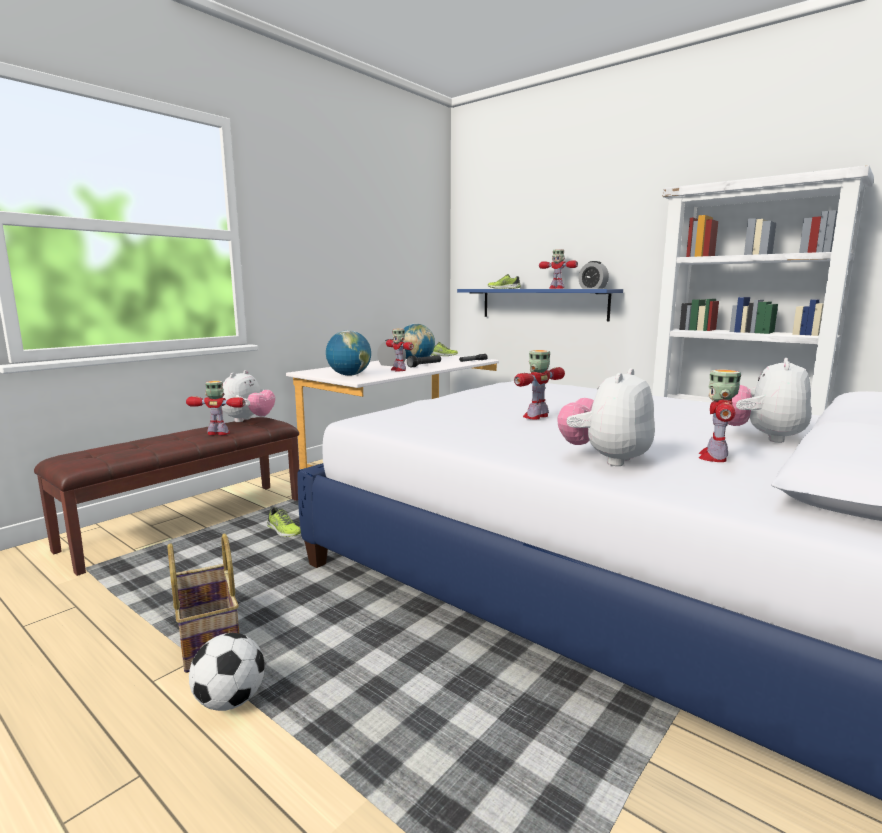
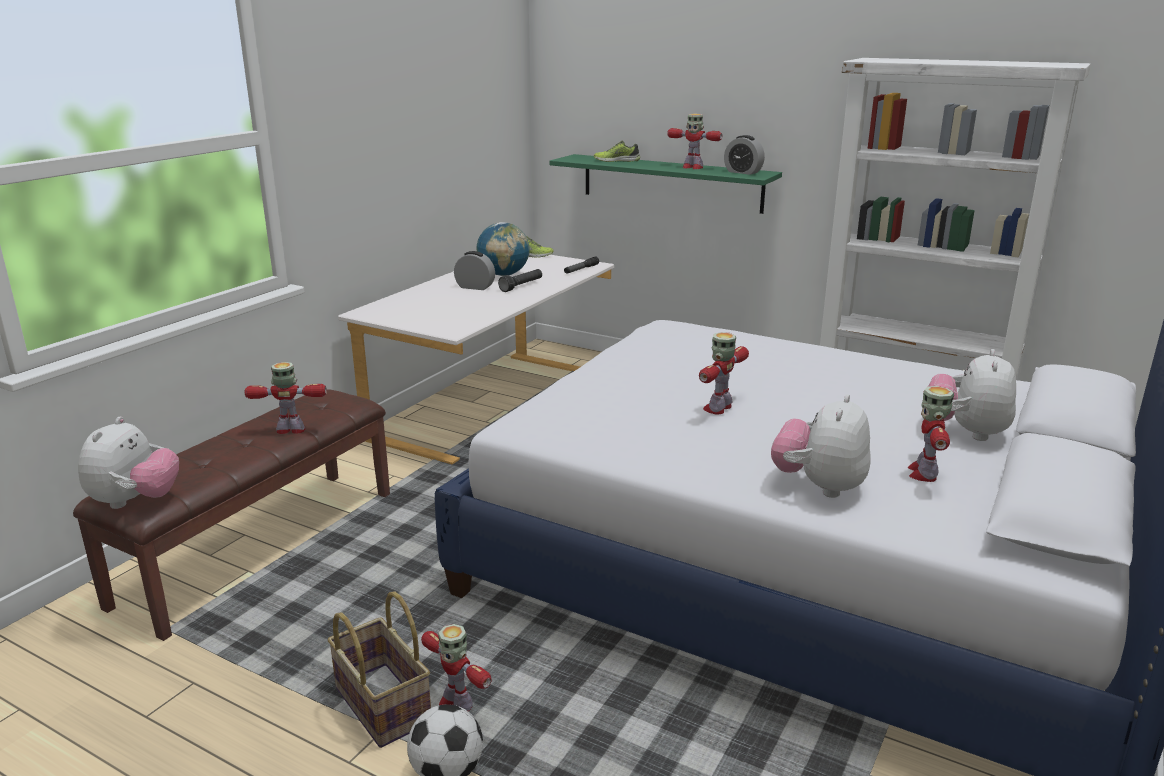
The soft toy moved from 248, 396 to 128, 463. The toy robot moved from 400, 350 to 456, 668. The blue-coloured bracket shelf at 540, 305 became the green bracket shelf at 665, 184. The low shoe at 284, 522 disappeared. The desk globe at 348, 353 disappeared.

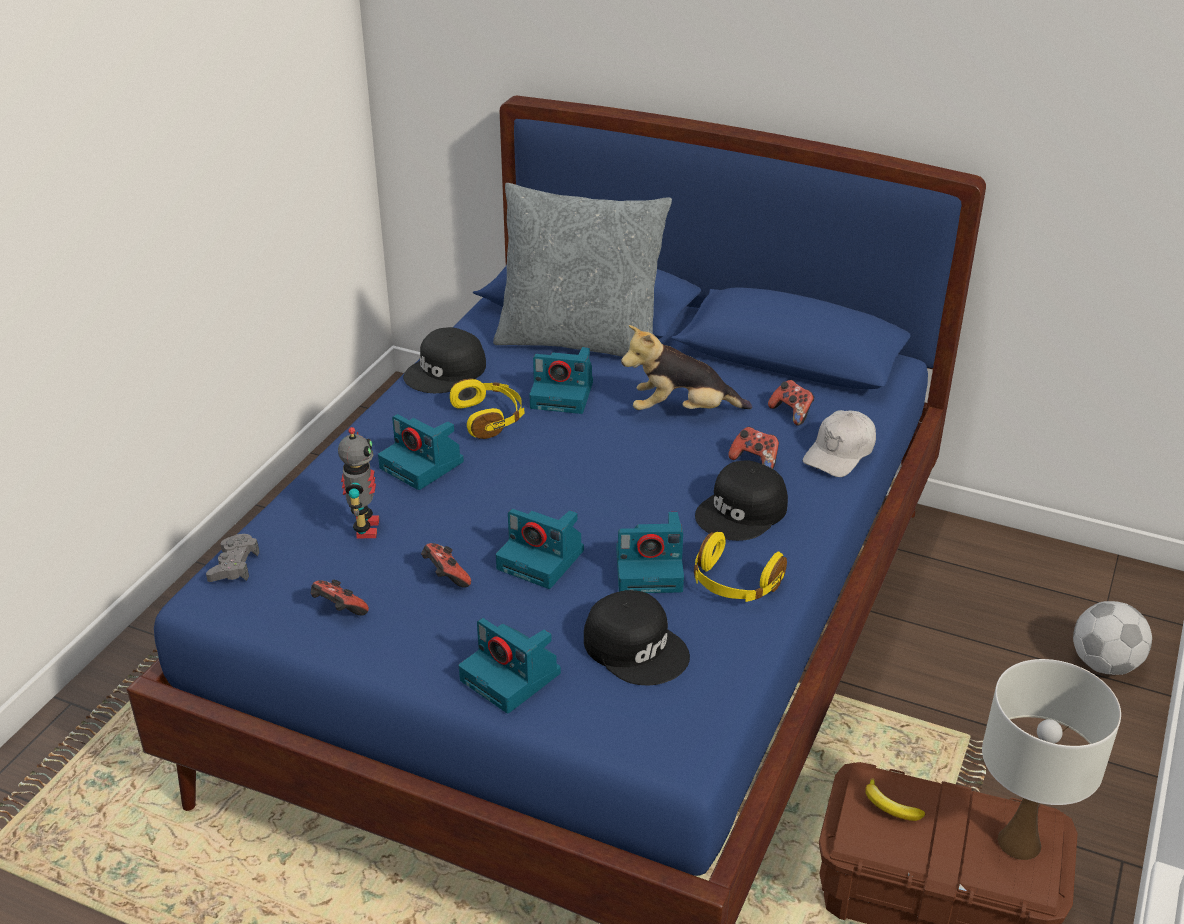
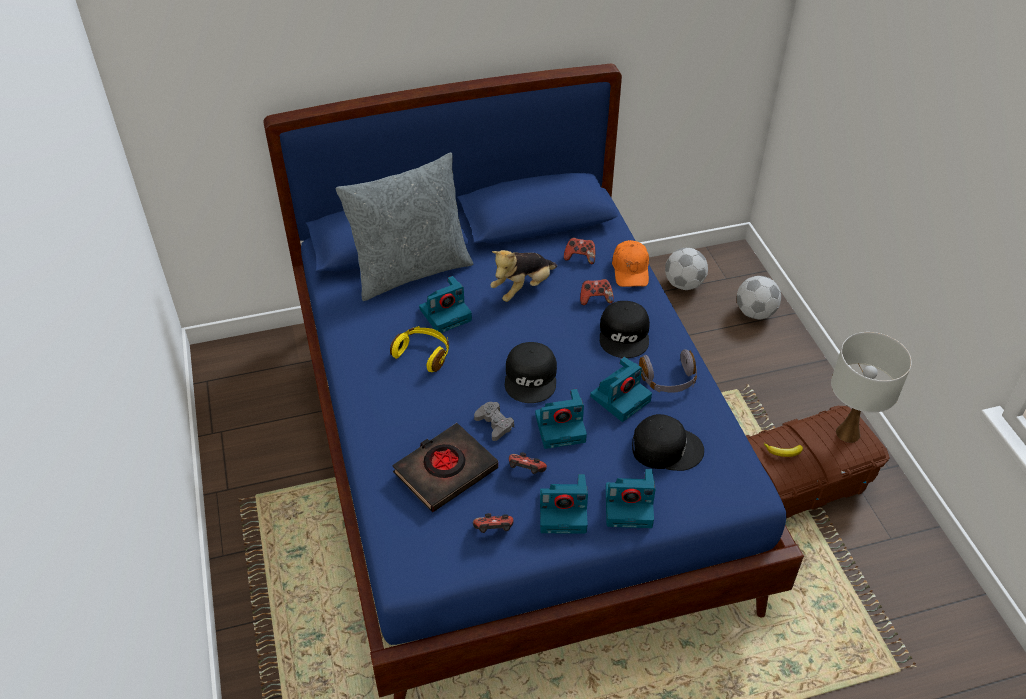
The toy robot at 358, 482 was replaced by the black bound book at 445, 467. The greyish joypad moved from 232, 558 to 494, 421. The black cap moved from 444, 360 to 531, 372. The photo camera moved from 421, 452 to 564, 503. The white-coloured cap at 839, 443 became the orangey cap at 630, 263. The yellow pair of headphones at 740, 567 became the greyish pair of headphones at 668, 371. The ball for football at 686, 269 appeared.

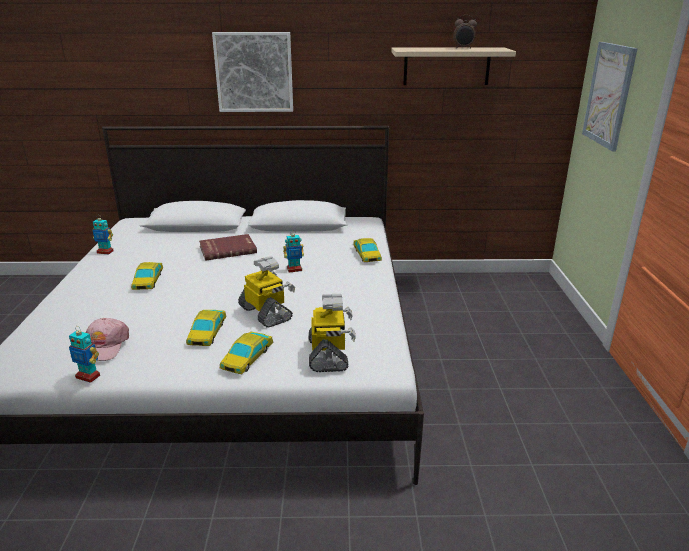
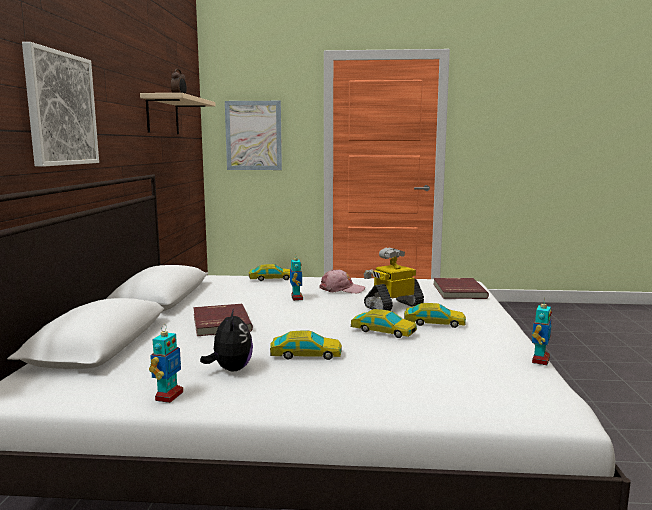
The soft toy at 226, 339 appeared. The pinkish cap moved from 107, 339 to 342, 281. The miniature car moved from 246, 353 to 384, 323. The toy robot at 332, 333 was replaced by the red bound book at 461, 288.

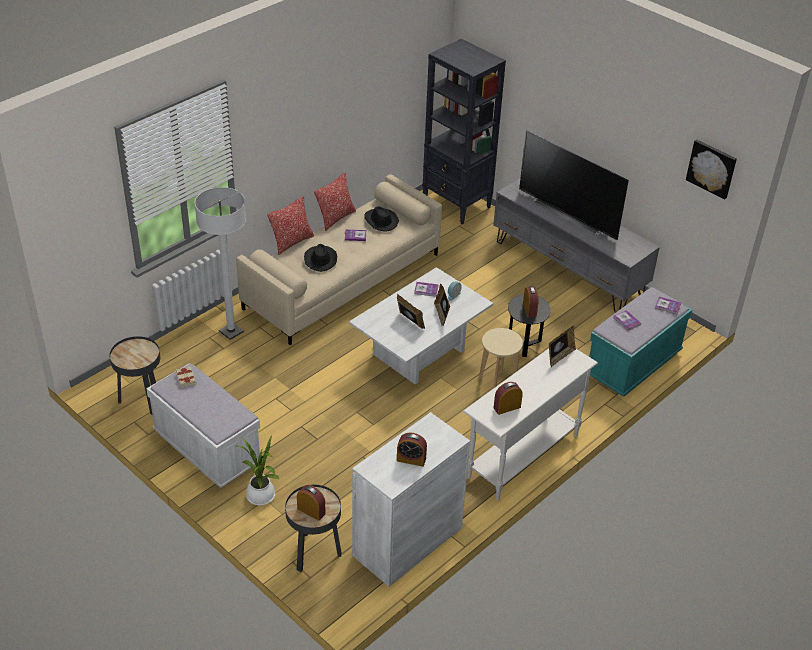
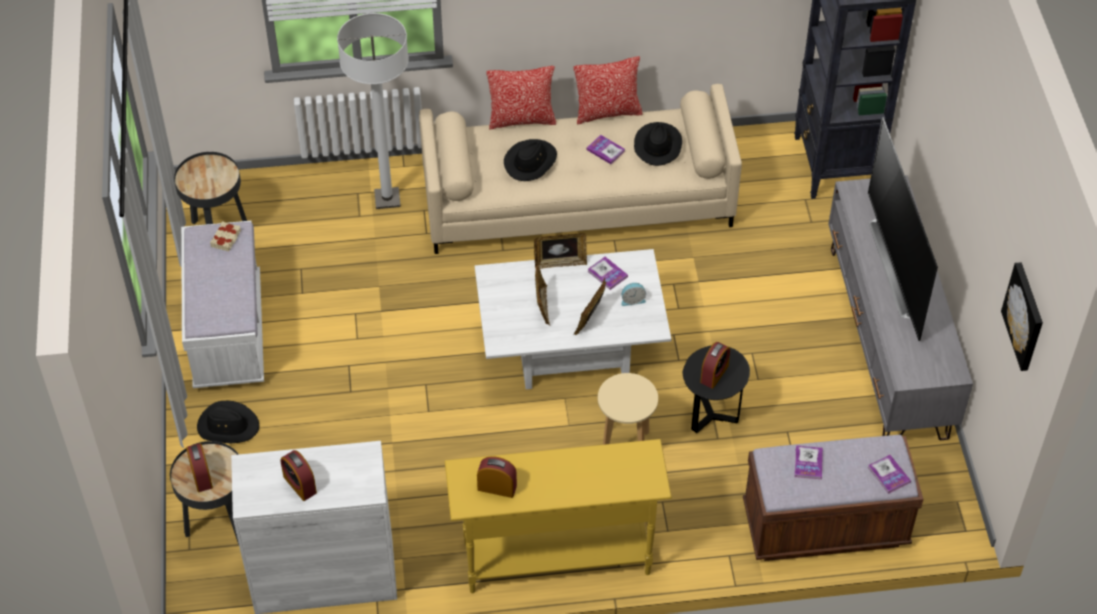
The houseplant at 258, 470 was replaced by the black clothing hat at 228, 422. The white-coloured console table at 530, 424 became the yellow console table at 558, 516. The picture frame moved from 562, 346 to 560, 251. The turquoise-coloured indoor bench at 640, 342 became the brown indoor bench at 833, 498.

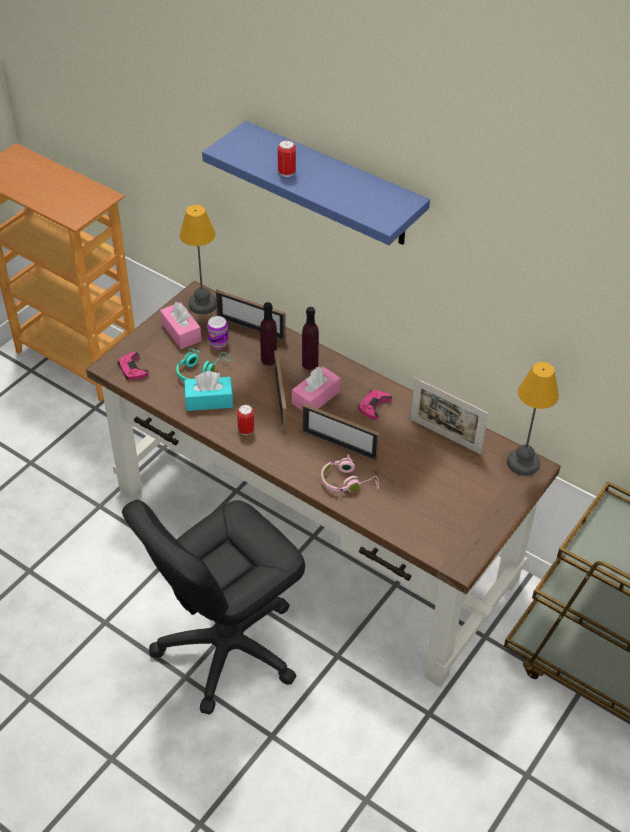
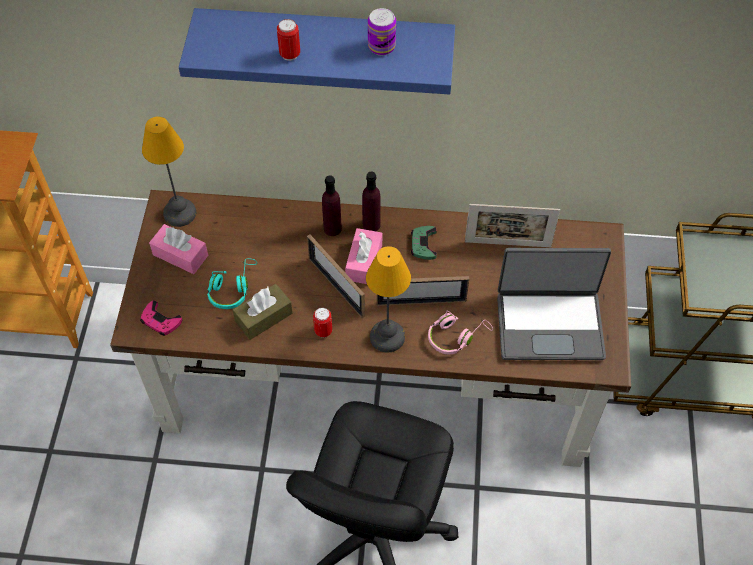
The turquoise-coloured box of tissues at 208, 391 became the brown box of tissues at 263, 312. The purple bottle moved from 268, 333 to 371, 201. The lamp for a table moved from 533, 419 to 388, 299. The metal can moved from 218, 332 to 382, 31. The pinkish joypad at 375, 405 became the green joypad at 424, 243. The notebook computer at 554, 304 appeared. The picture frame at 250, 315 disappeared.

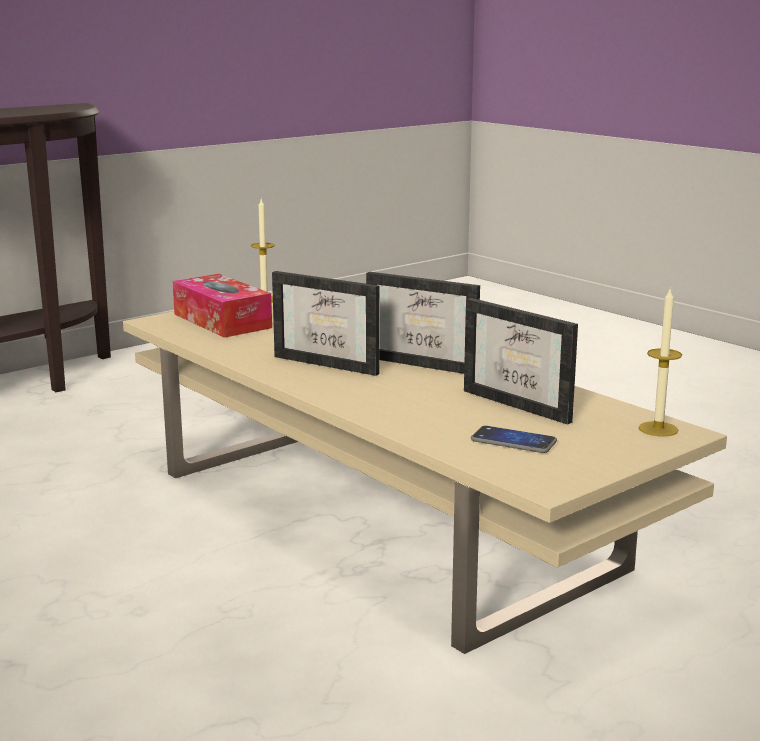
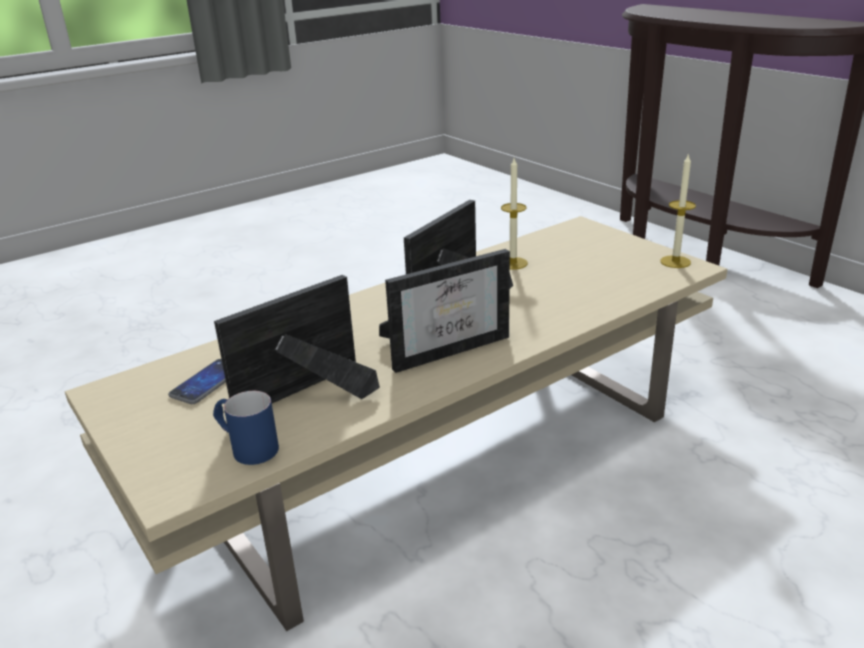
The blue-coloured mug at 246, 428 appeared. The picture frame at 423, 323 turned 150 degrees counterclockwise. The candle moved from 660, 363 to 514, 214. The box of tissues at 222, 306 disappeared.

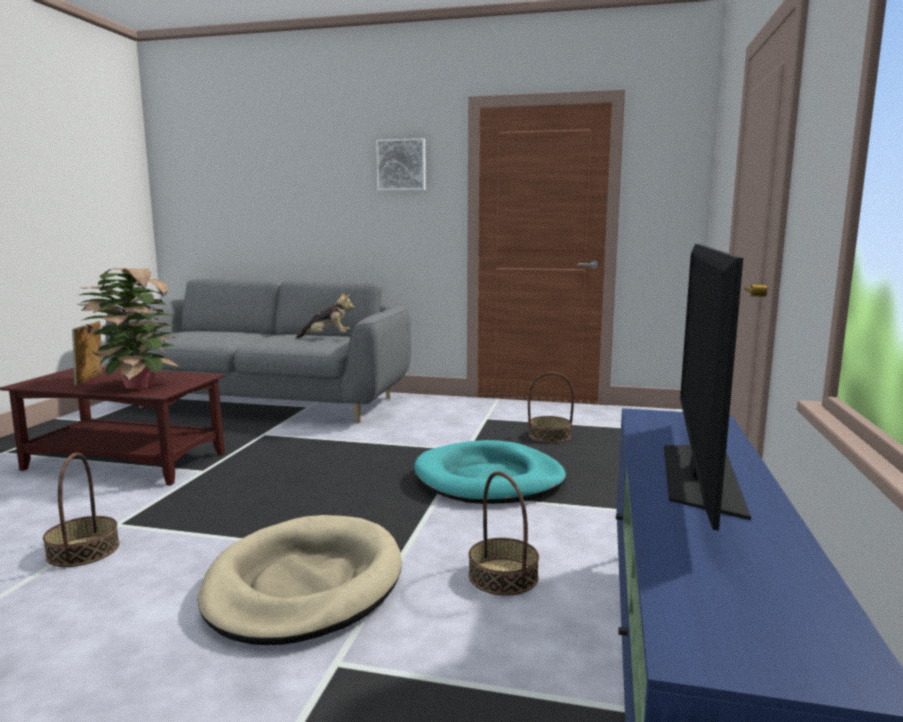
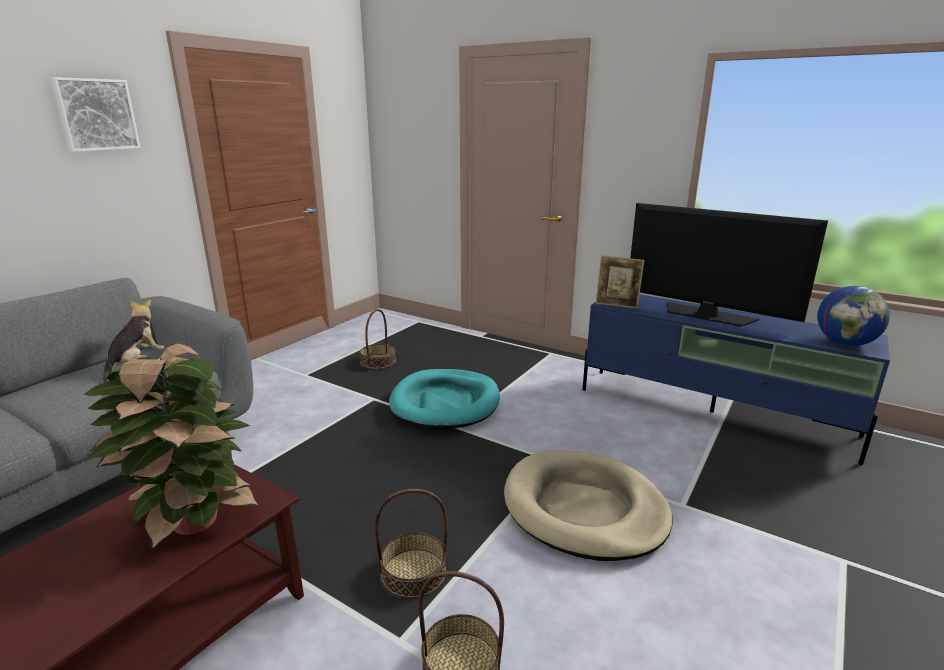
The household basket moved from 503, 533 to 411, 543. The picture frame moved from 87, 353 to 620, 282. The desk globe at 853, 316 appeared.

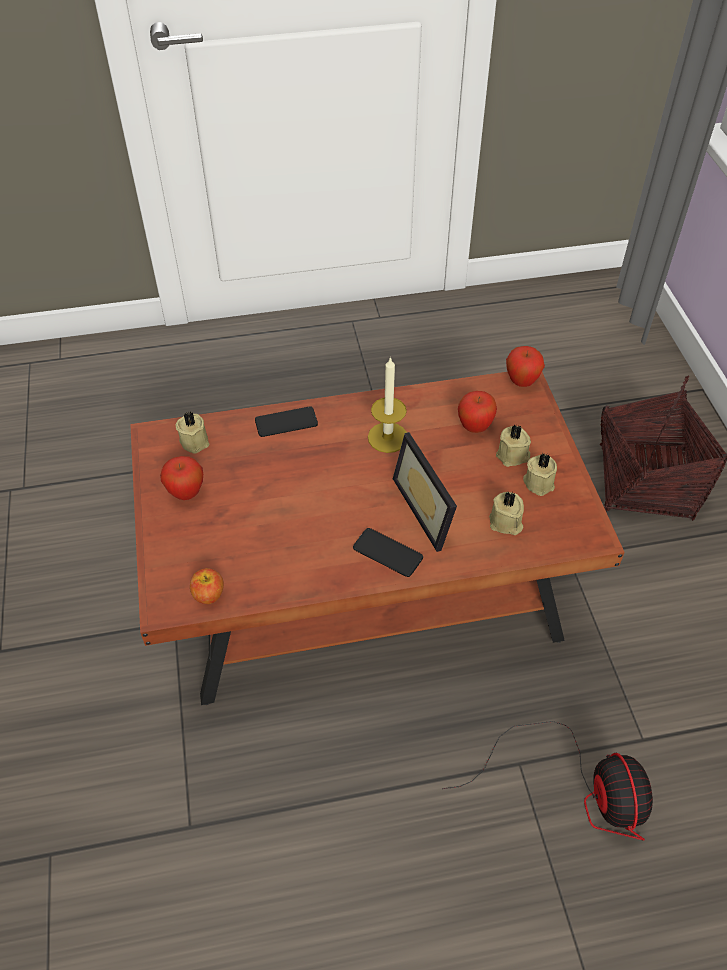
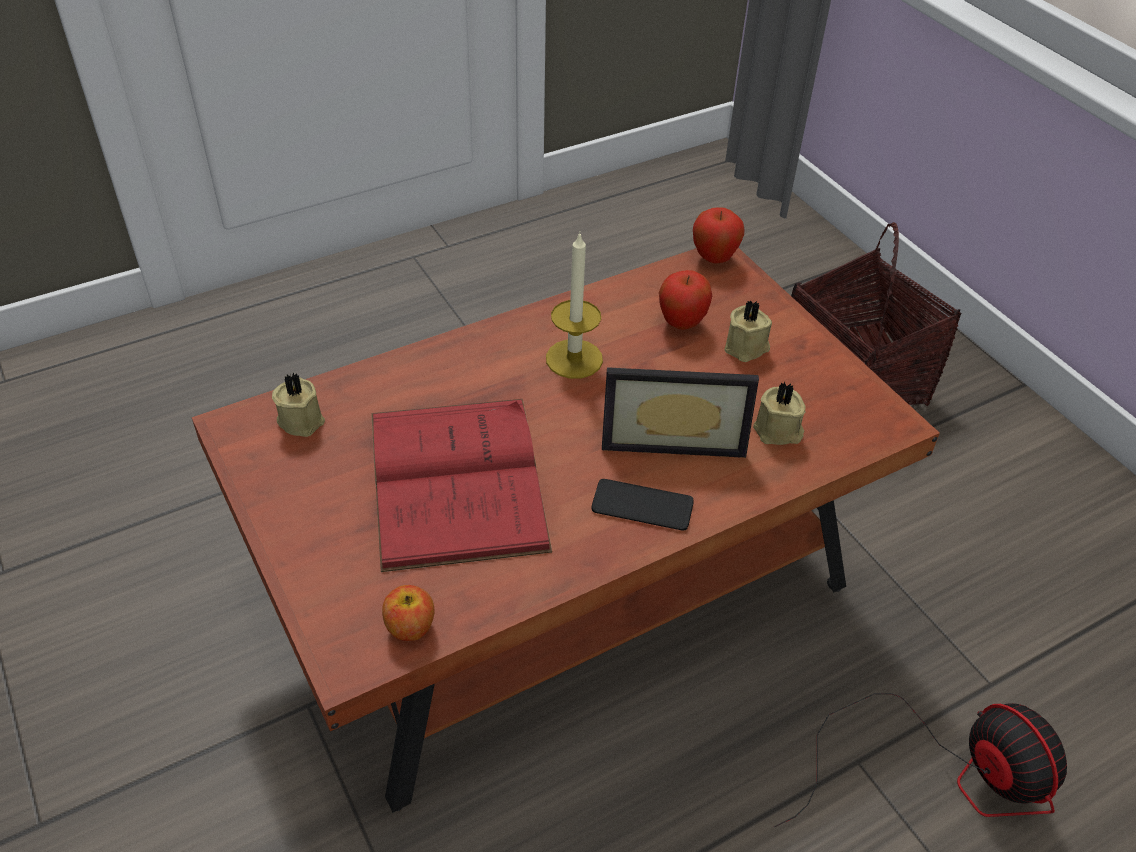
The red bound book at 461, 485 appeared. The picture frame at 425, 492 turned 45 degrees counterclockwise. The apple at 181, 478 disappeared. The telephone at 286, 421 disappeared. The sand-coloured candle at 540, 474 disappeared.

